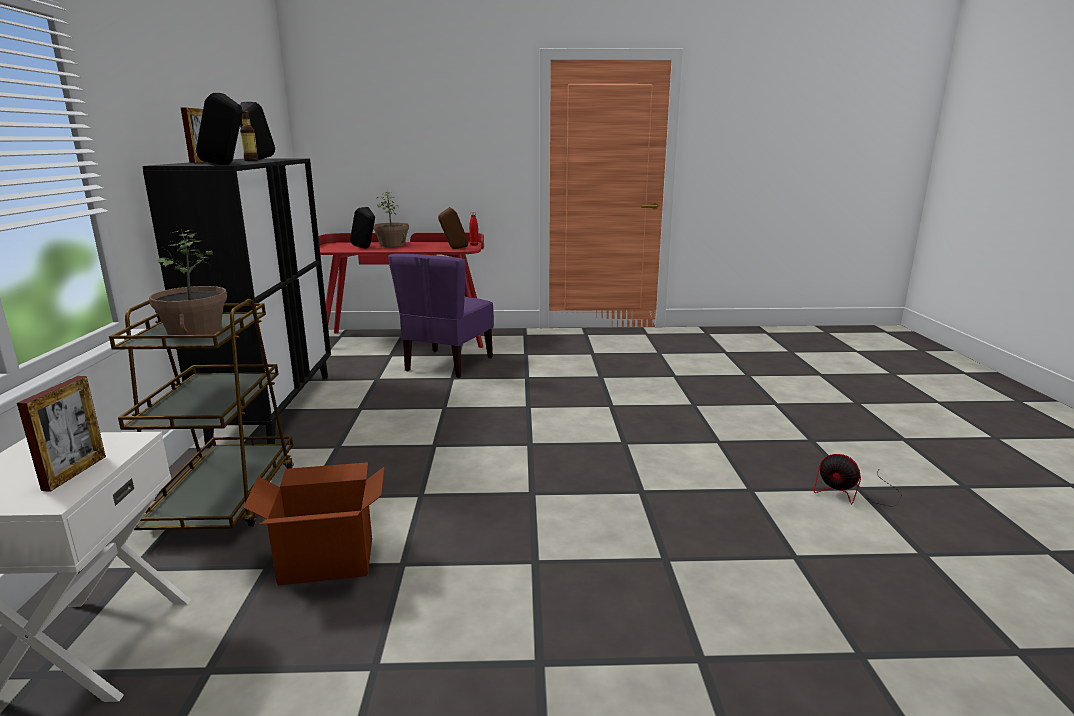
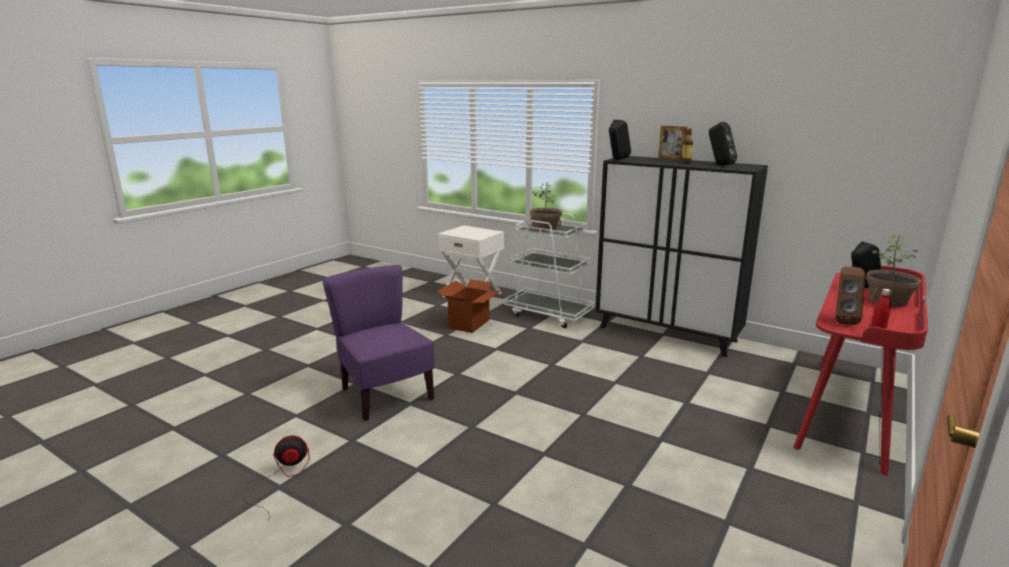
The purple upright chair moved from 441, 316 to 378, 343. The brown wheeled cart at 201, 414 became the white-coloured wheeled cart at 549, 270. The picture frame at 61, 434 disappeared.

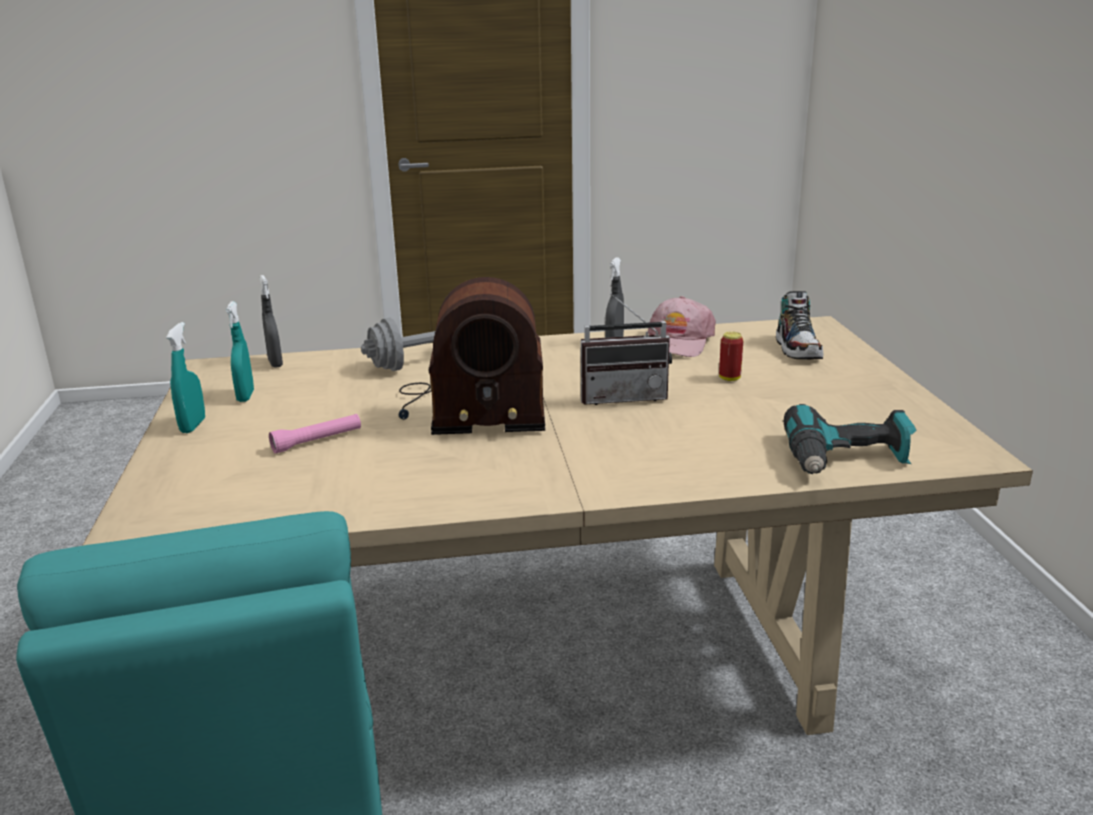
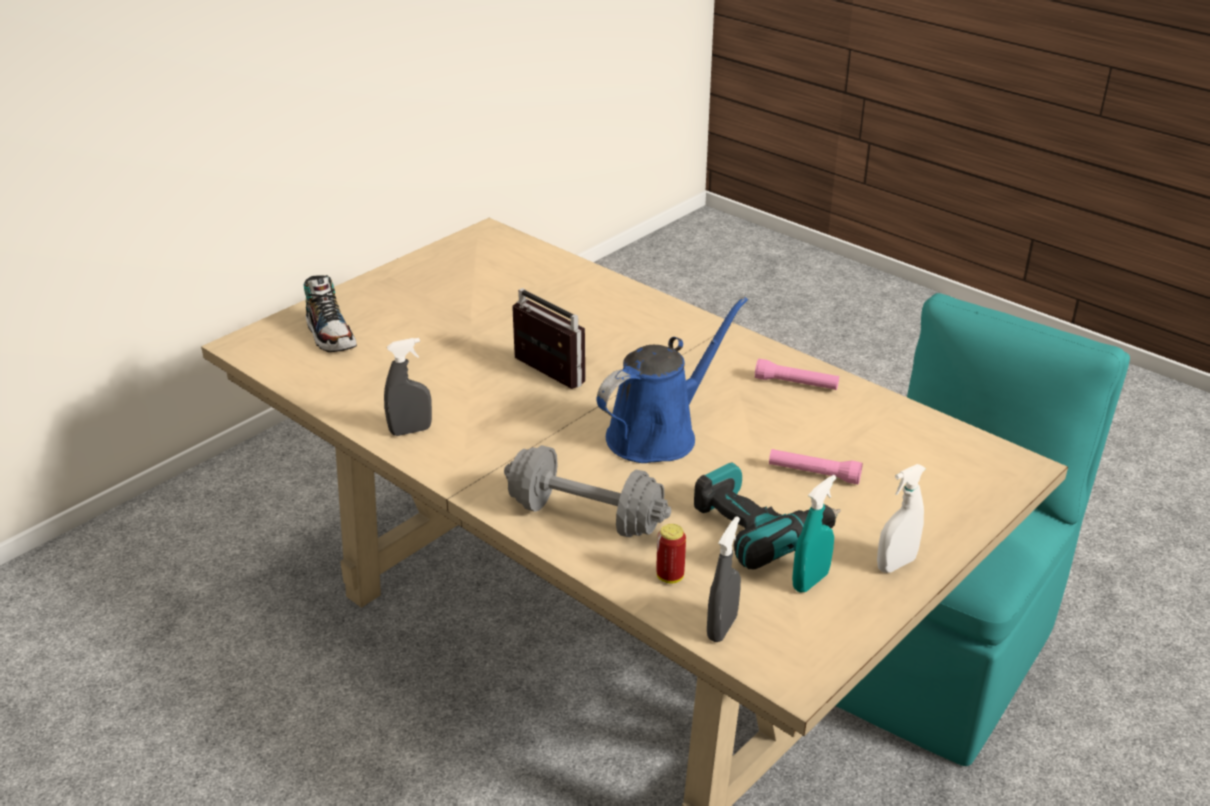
The low shoe at 799, 325 turned 105 degrees clockwise. The radio set at 472, 356 was replaced by the blue-coloured sprinkling can at 672, 380. The metal can moved from 731, 356 to 671, 553. The power drill moved from 850, 439 to 767, 516. The pinkish torch at 797, 374 appeared. The turquoise-coloured sprayer at 185, 377 became the white-coloured sprayer at 901, 518. The pinkish cap at 682, 326 disappeared.

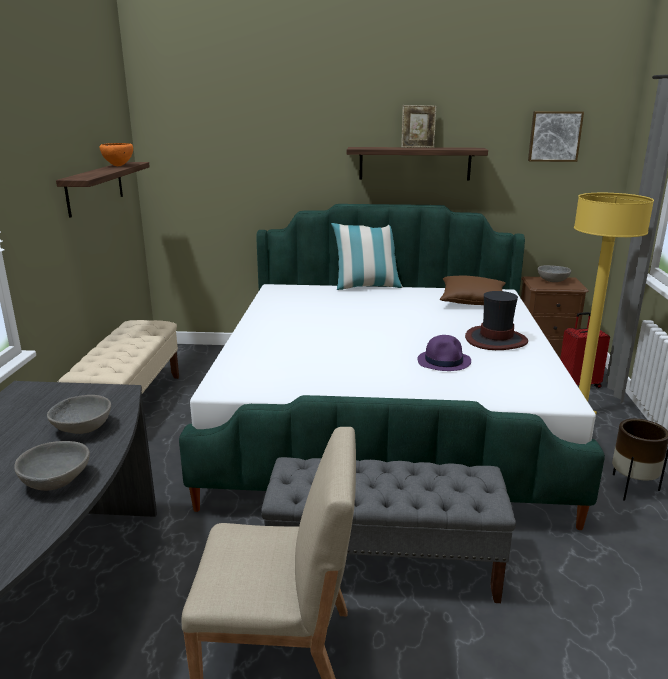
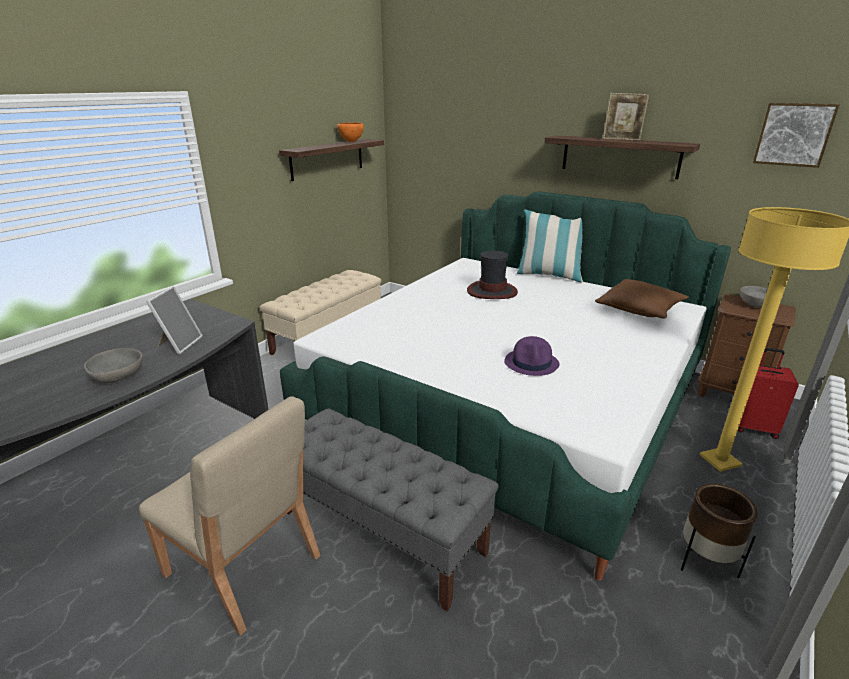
The greyish deep dish at 79, 414 was replaced by the picture frame at 174, 320. The clothing hat moved from 496, 320 to 492, 275.

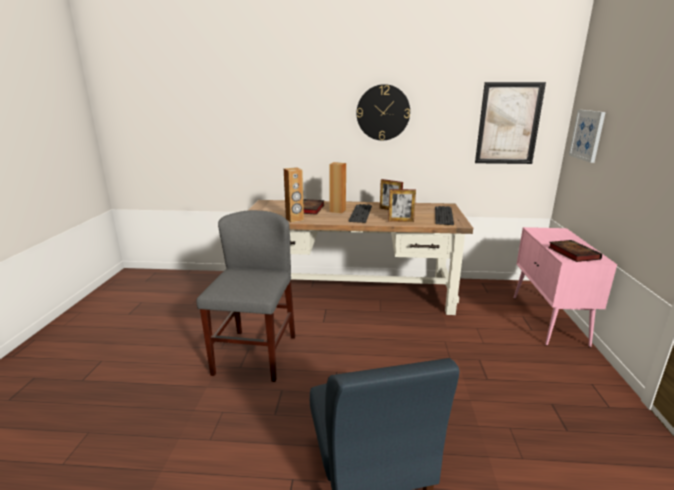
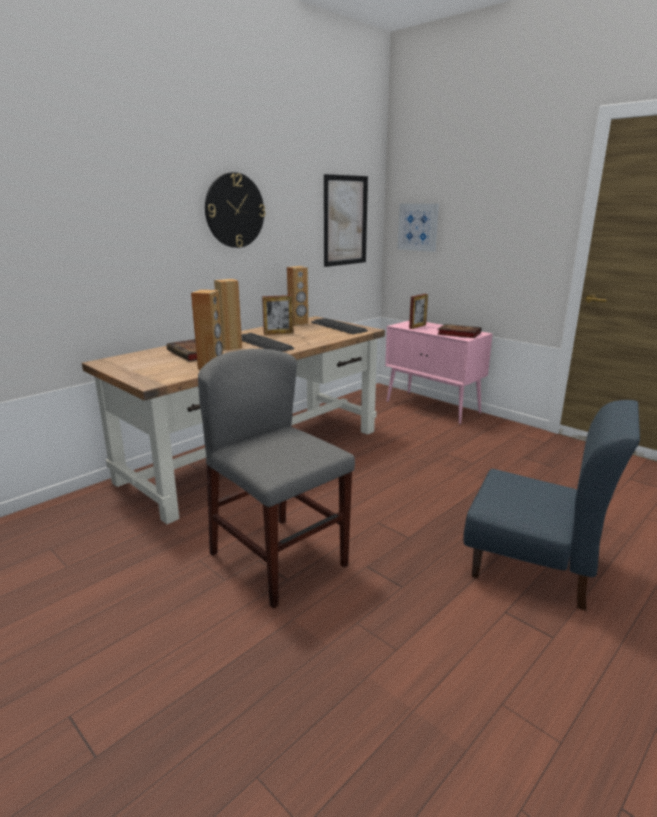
The brown loudspeaker at 297, 296 appeared. The picture frame moved from 402, 205 to 418, 311.

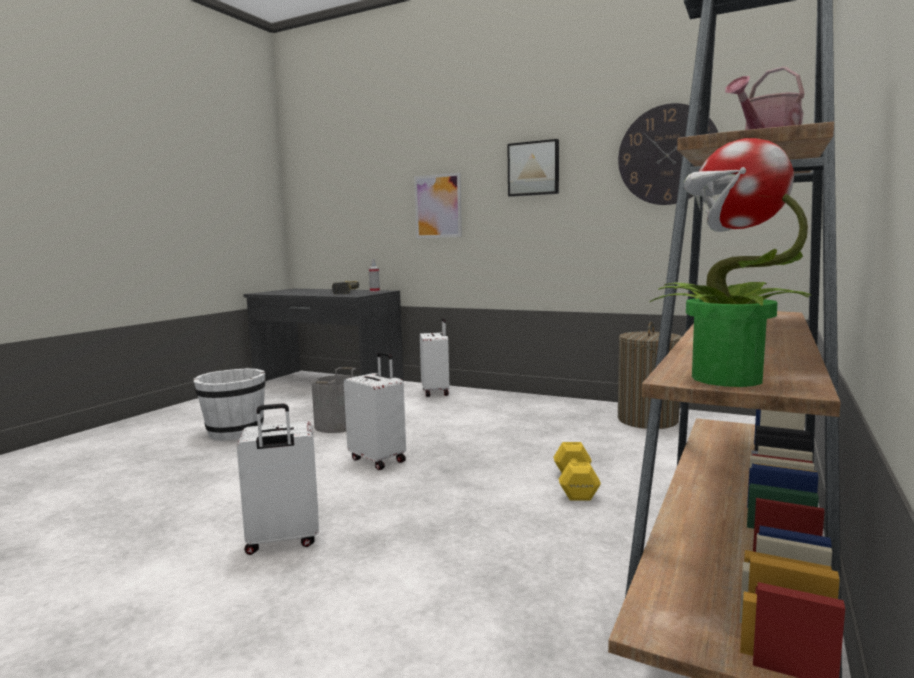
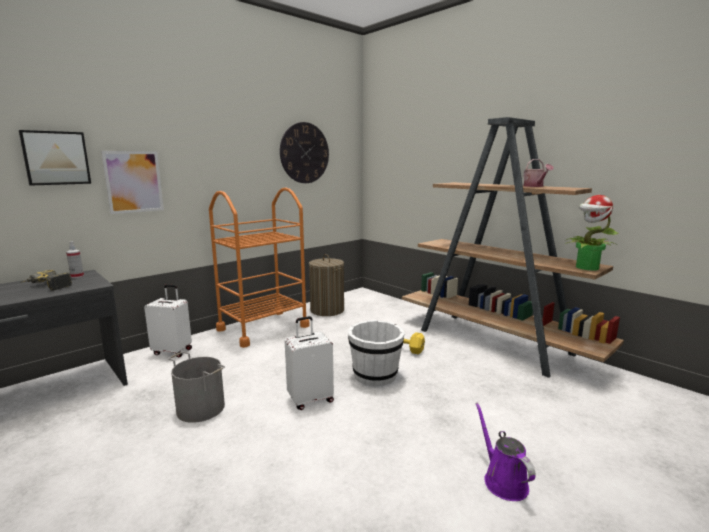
The wall picture moved from 533, 168 to 55, 158. The orangey wheeled cart at 259, 267 appeared. The white-coloured bucket moved from 229, 404 to 376, 353. The purple sprinkling can at 505, 452 appeared. The white-coloured travel case at 278, 479 disappeared.

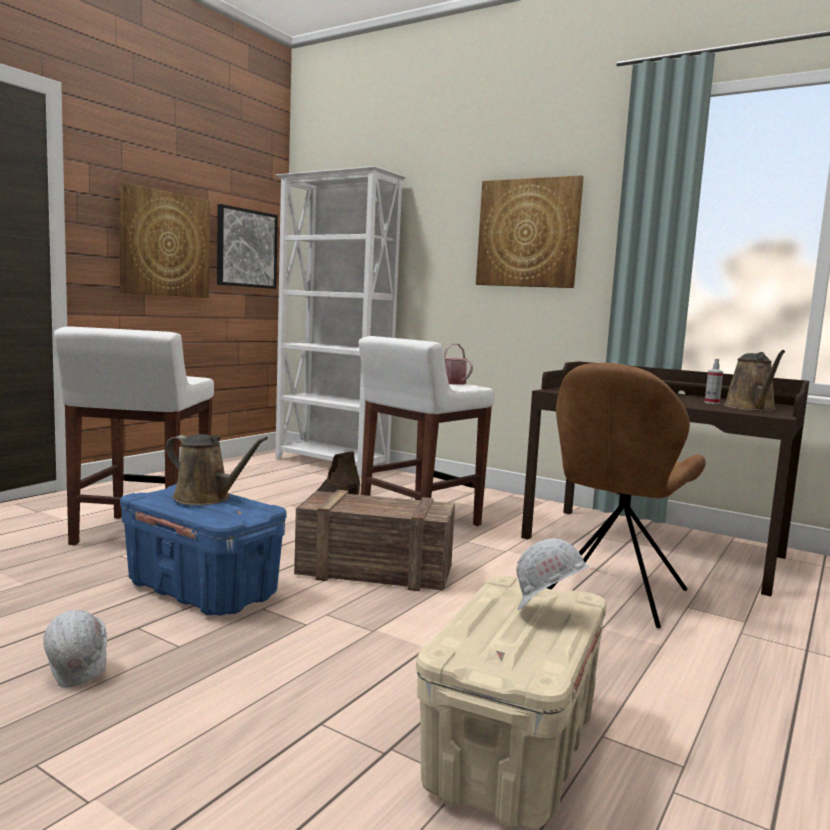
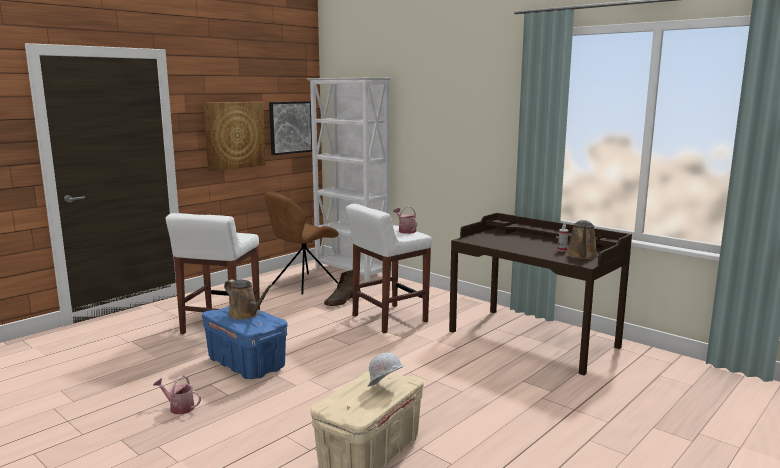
The white-coloured work helmet at 75, 649 was replaced by the sprinkling can at 177, 394. The brown upright chair moved from 626, 495 to 301, 243. The crate at 374, 540 disappeared. The wall picture at 530, 231 disappeared.

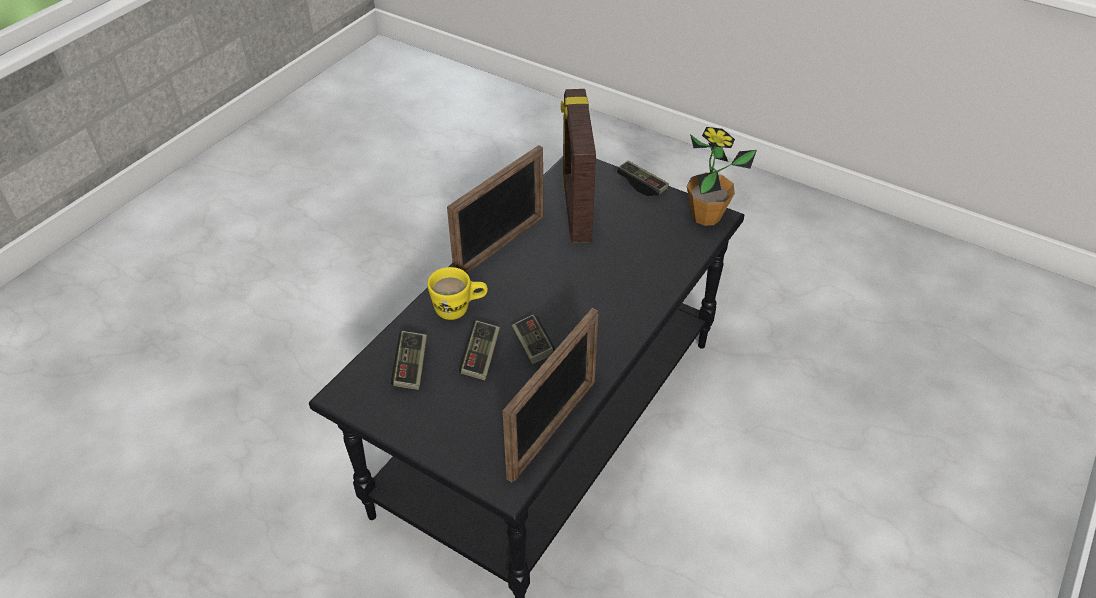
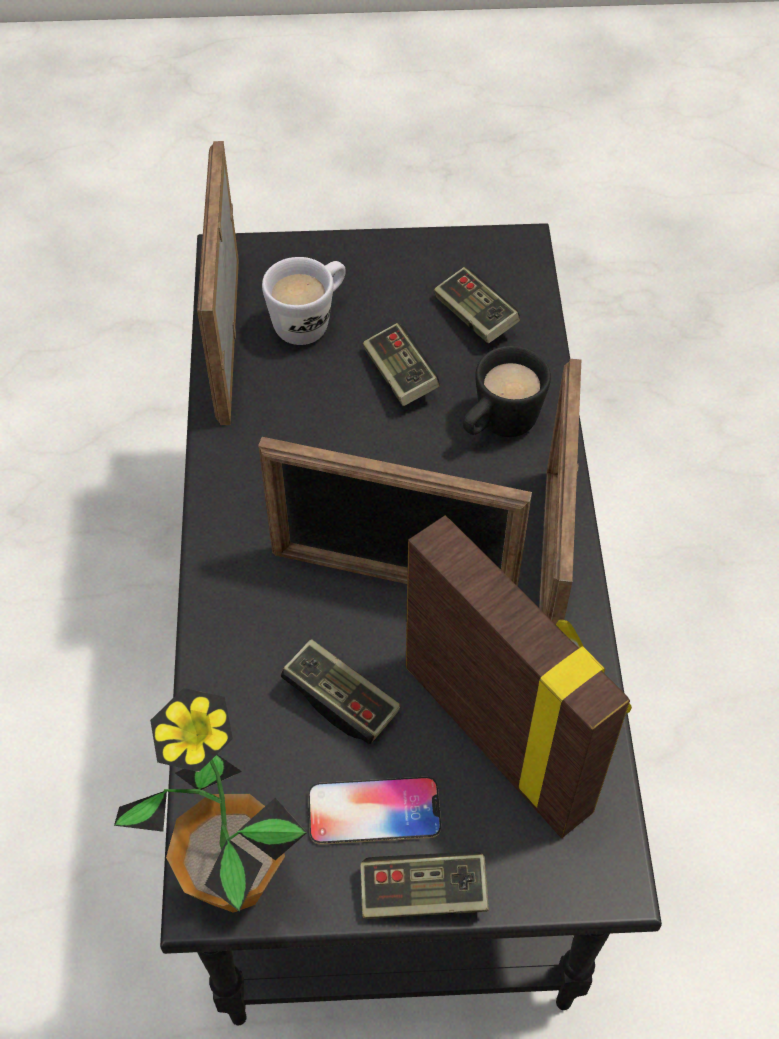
The picture frame at 395, 512 appeared. The white-coloured mug at 304, 301 appeared. The joypad moved from 533, 339 to 340, 691. The telephone at 374, 811 appeared. The yellow mug at 457, 293 became the black mug at 507, 391.

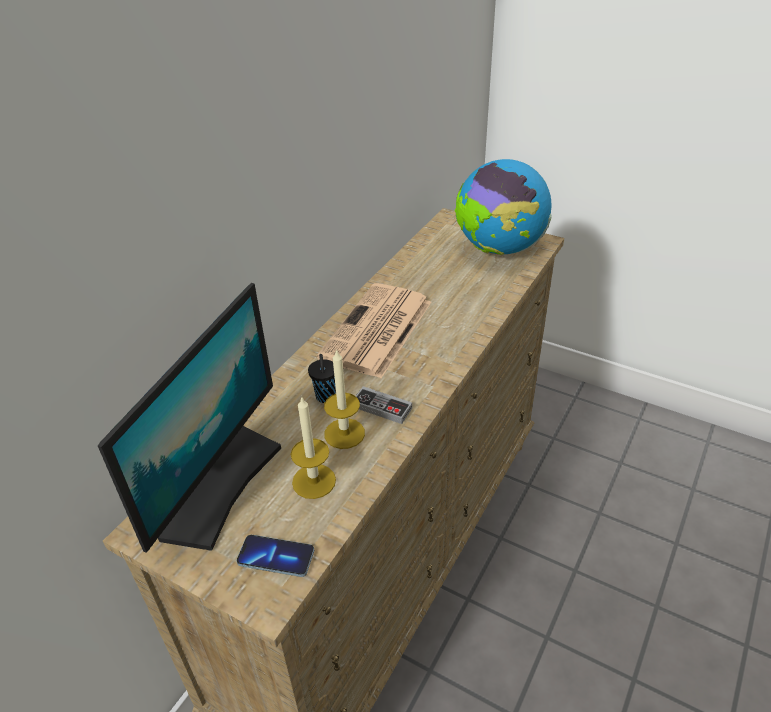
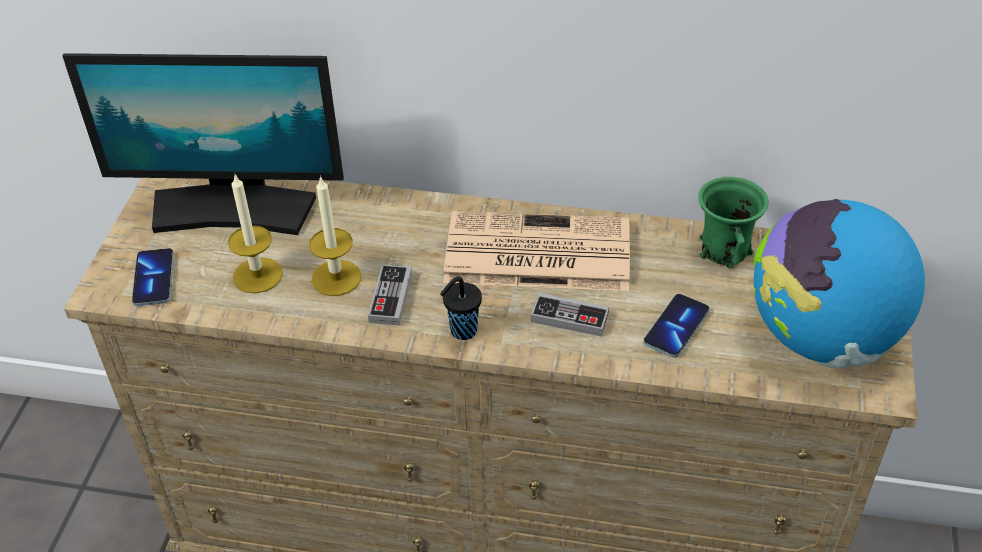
The black cup moved from 322, 378 to 461, 308. The joypad at 570, 315 appeared. The telephone at 676, 326 appeared. The green mug at 733, 222 appeared.

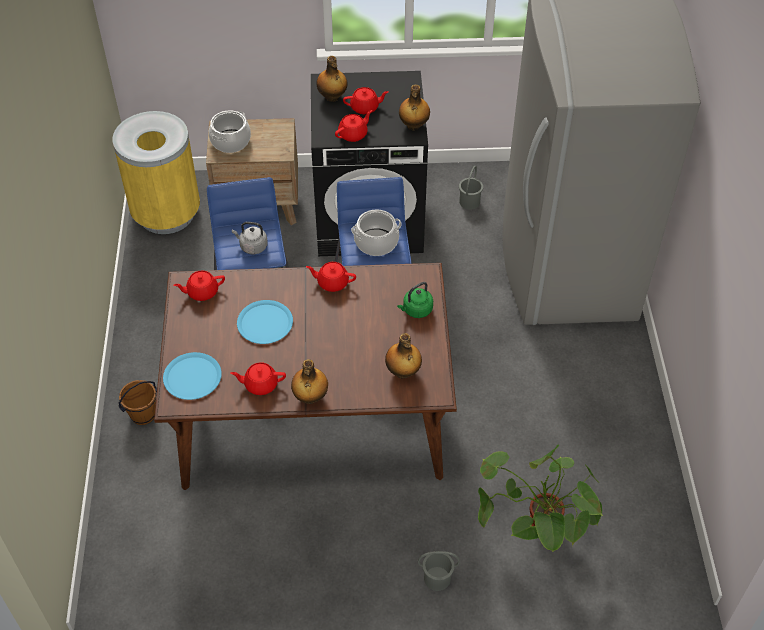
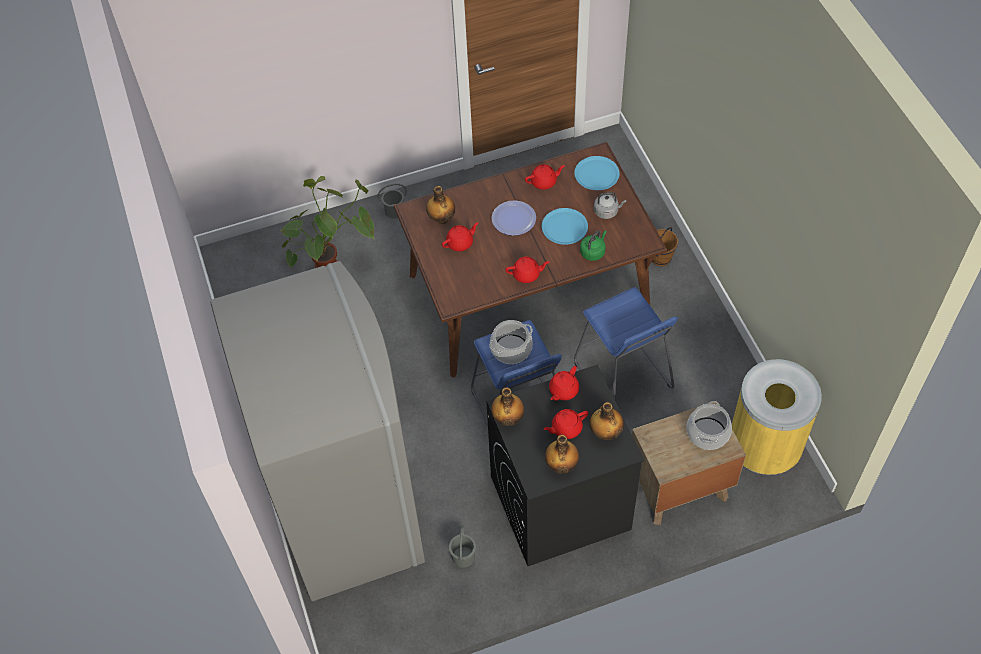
The red pot for tea moved from 199, 286 to 460, 236. The dinner plate at 514, 218 appeared. The bottle moved from 309, 381 to 562, 454. The green water kettle moved from 415, 300 to 593, 245. The greyish water kettle moved from 250, 238 to 610, 205.

